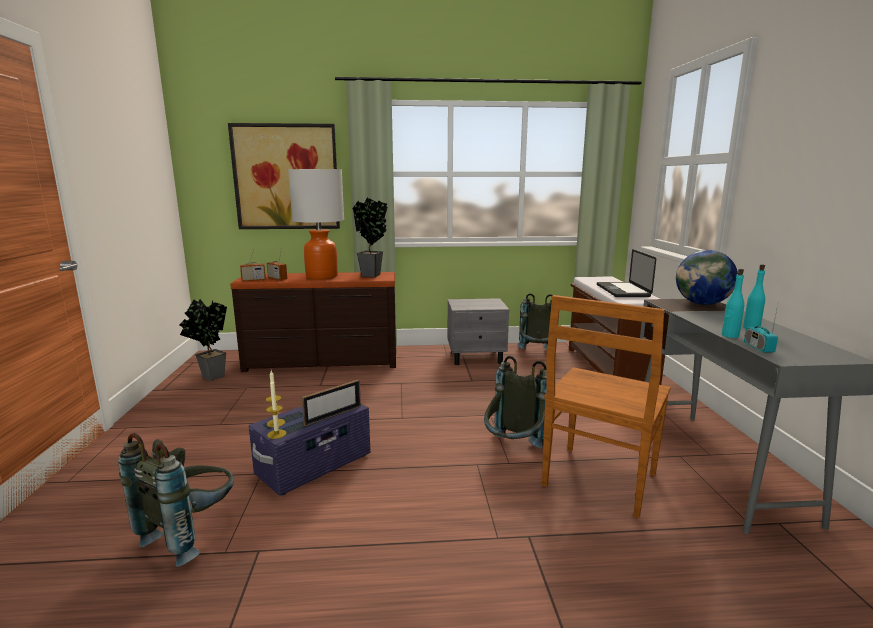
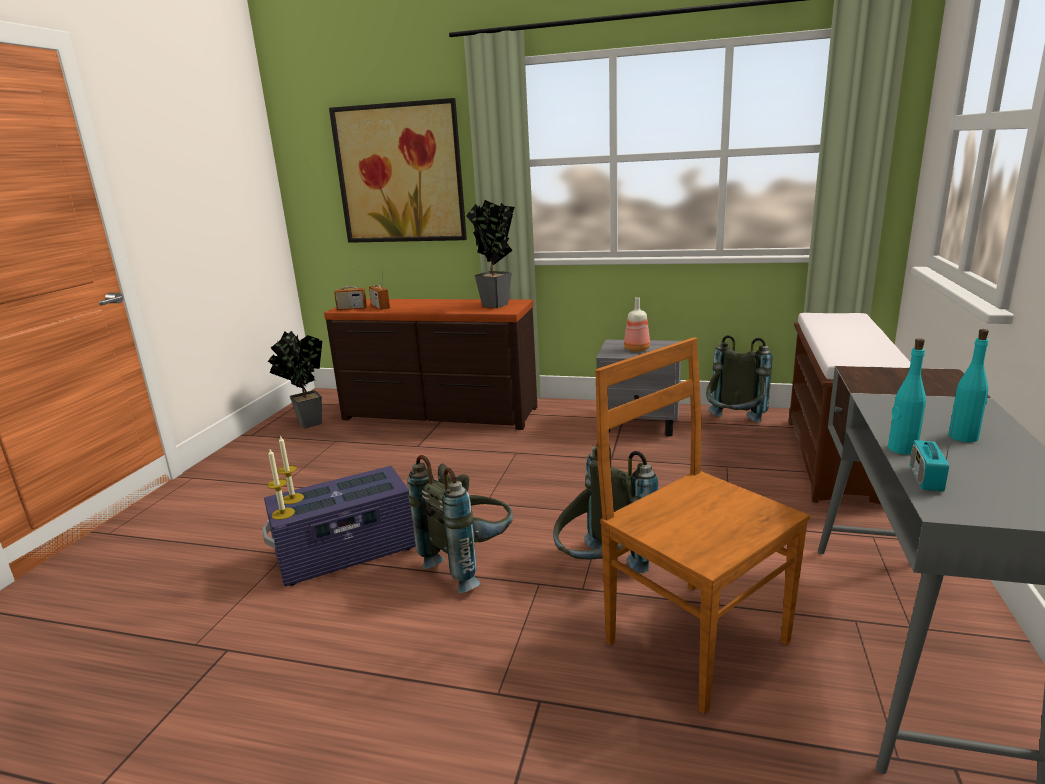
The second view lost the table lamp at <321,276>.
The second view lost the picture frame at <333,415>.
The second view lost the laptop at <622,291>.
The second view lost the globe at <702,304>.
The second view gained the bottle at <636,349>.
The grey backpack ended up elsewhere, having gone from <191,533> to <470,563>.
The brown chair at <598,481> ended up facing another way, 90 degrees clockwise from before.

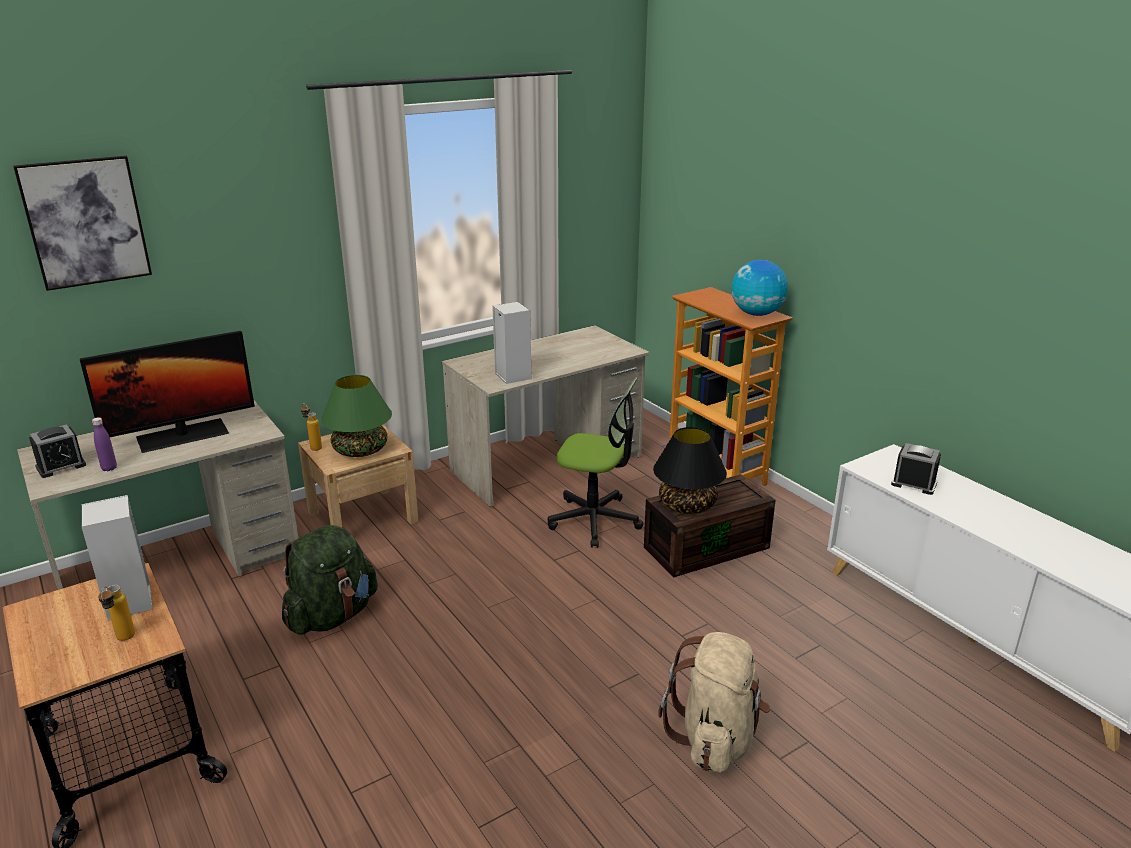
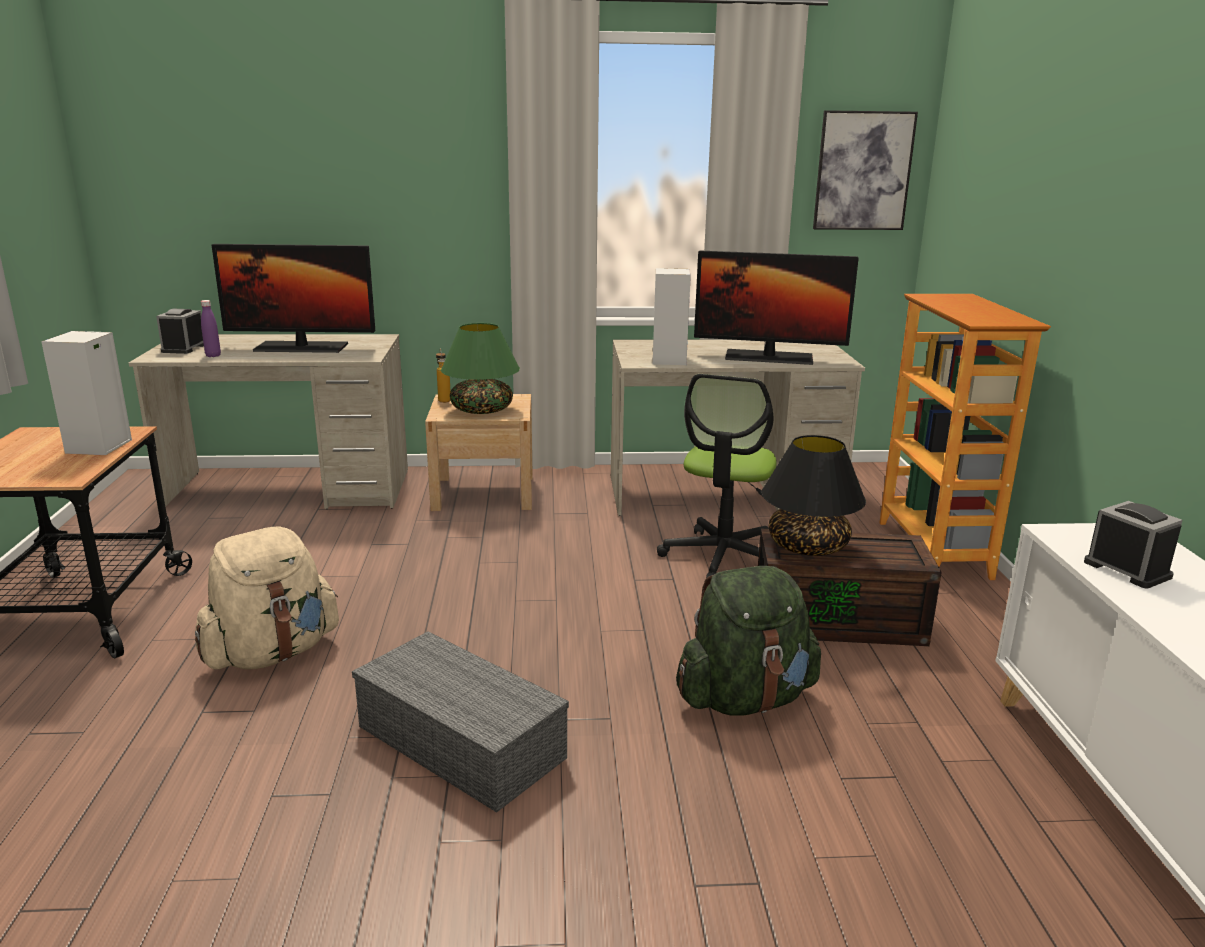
The second view lost the bottle at <123,640>.
The second view lost the globe at <756,314>.
The second view gained the grey storage box at <464,742>.
The second view gained the monitor at <769,357>.
The picture ended up elsewhere, having gone from <85,222> to <863,171>.
The green backpack ended up elsewhere, having gone from <332,616> to <745,699>.
The beige backpack ended up elsewhere, having gone from <715,738> to <272,653>.
The alarm clock at <61,466> ended up facing another way, 105 degrees clockwise from before.
The office chair at <595,520> ended up facing another way, 60 degrees clockwise from before.

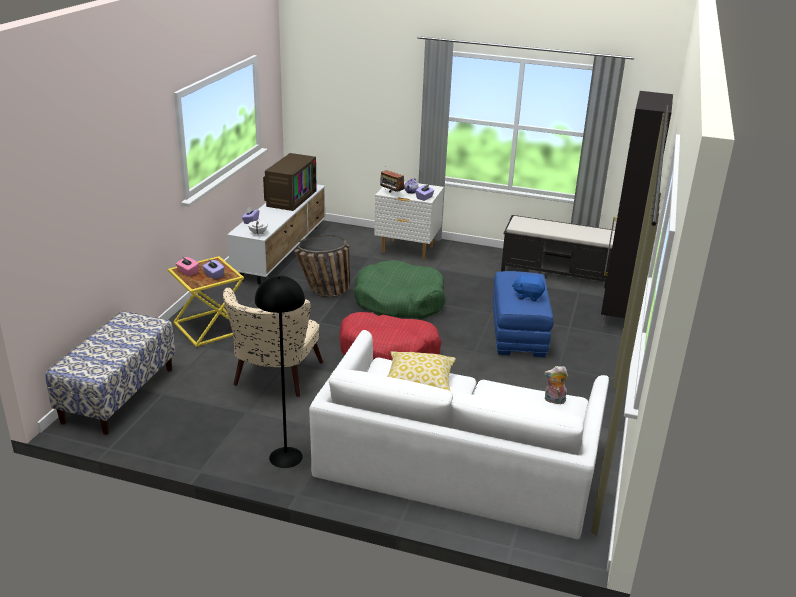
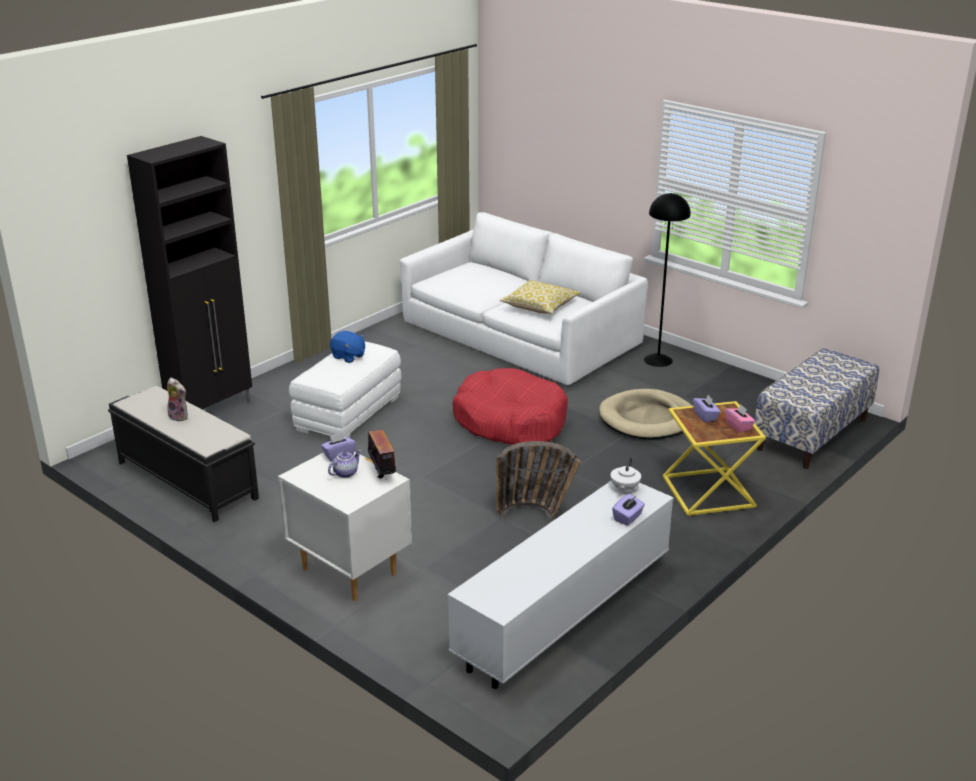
The second view lost the television at <290,198>.
The second view lost the green dog bed at <399,301>.
The plush toy ended up elsewhere, having gone from <554,401> to <180,416>.
Where the beige armchair stood at <274,379>, the beige dog bed came to stand at <647,419>.
What was the blue ottoman at <519,333> turned into the white ottoman at <348,413>.

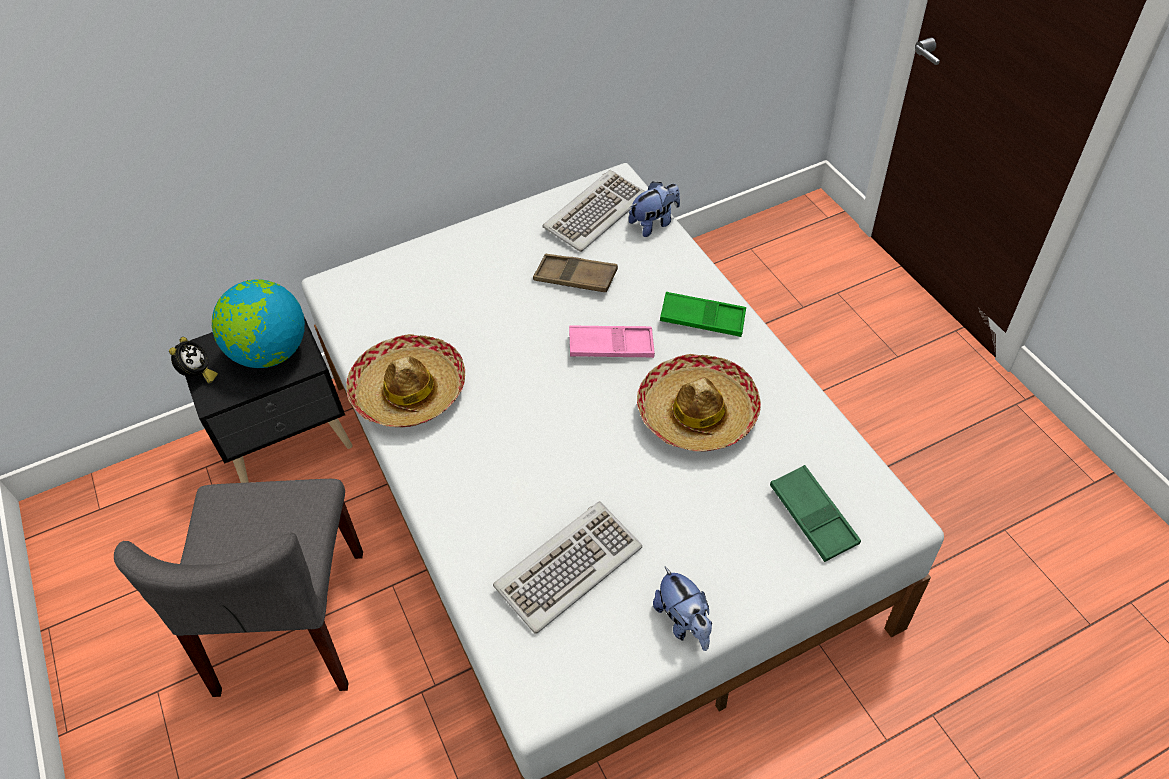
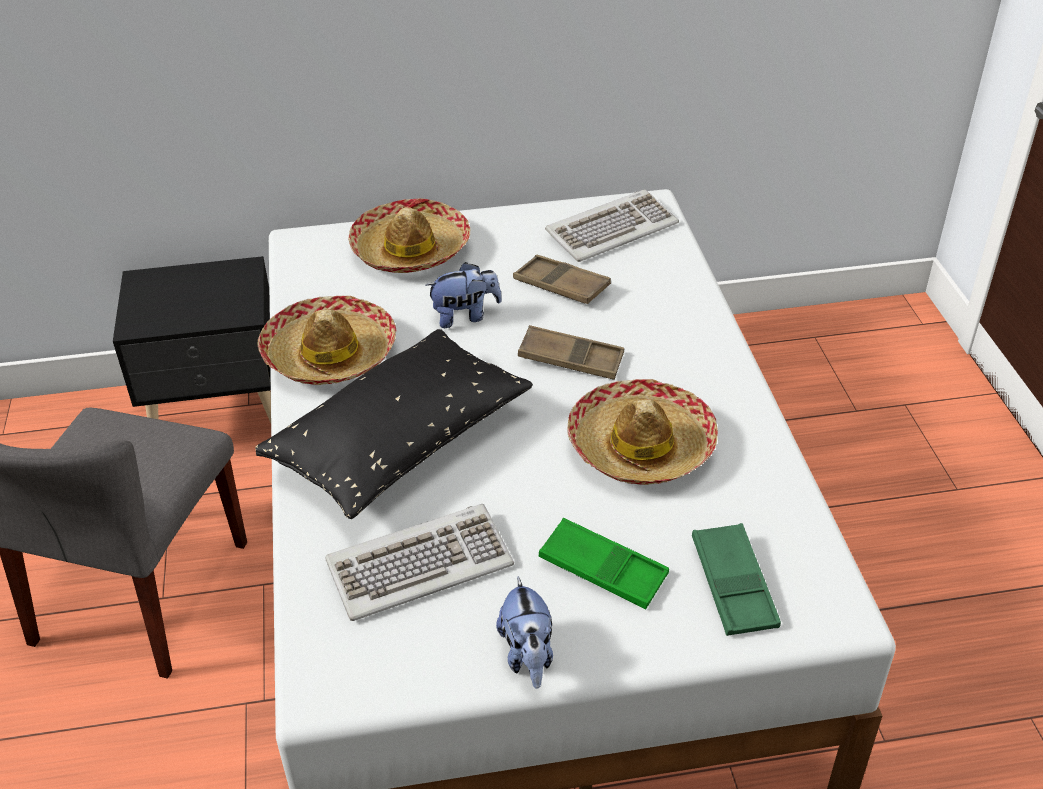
The second view lost the alarm clock at <198,375>.
The second view lost the globe at <271,353>.
The second view gained the black pillow at <400,444>.
The second view gained the hat at <410,249>.
The plush toy ended up elsewhere, having gone from <654,223> to <465,316>.
The green tray ended up elsewhere, having gone from <702,319> to <603,569>.
What was the pink tray at <611,346> turned into the brown tray at <571,359>.

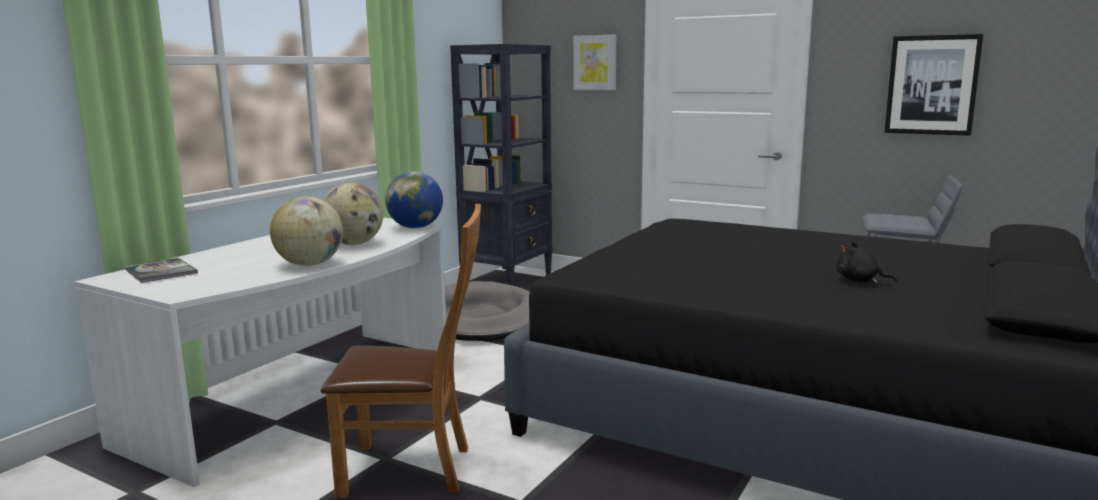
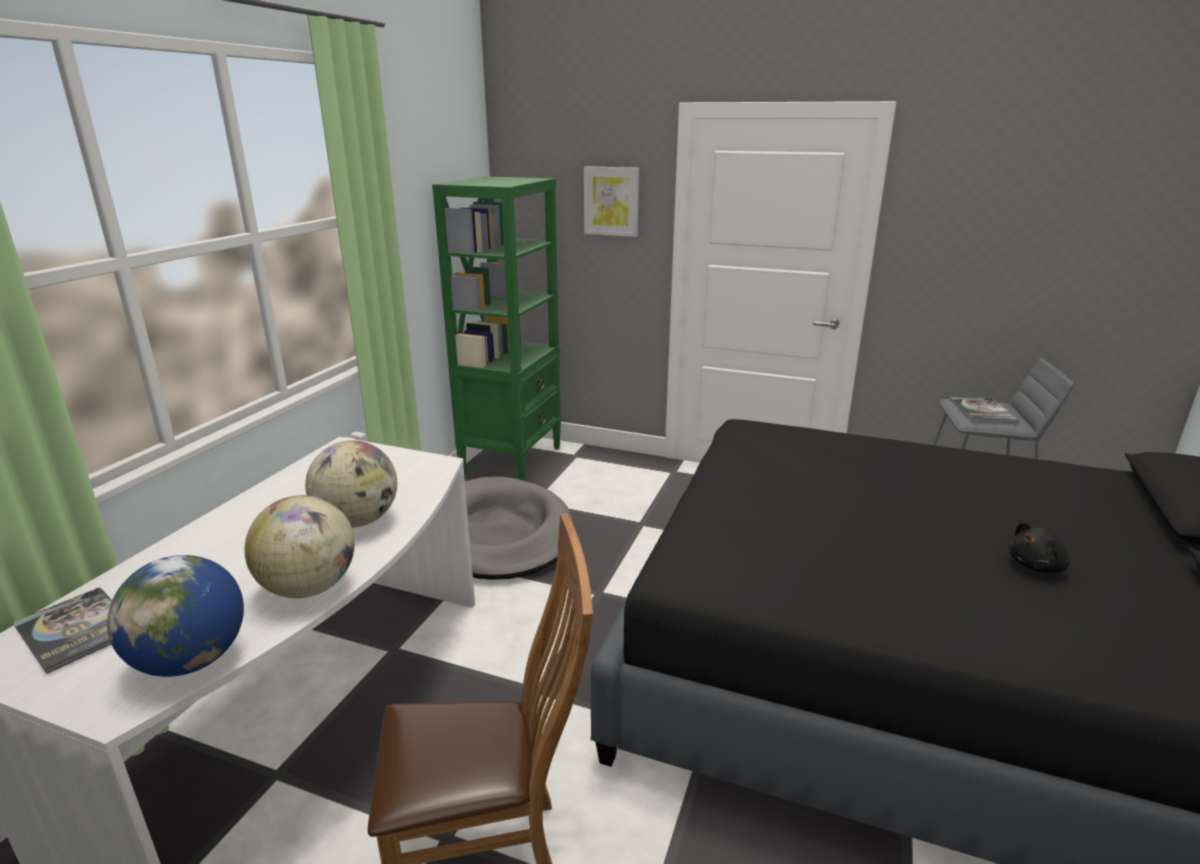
The second view lost the picture at <932,85>.
The second view gained the book at <982,411>.
The globe ended up elsewhere, having gone from <415,227> to <191,660>.
What was the black bookcase at <508,280> turned into the green bookcase at <512,459>.
The black plush toy at <860,281> ended up facing another way, 45 degrees counterclockwise from before.

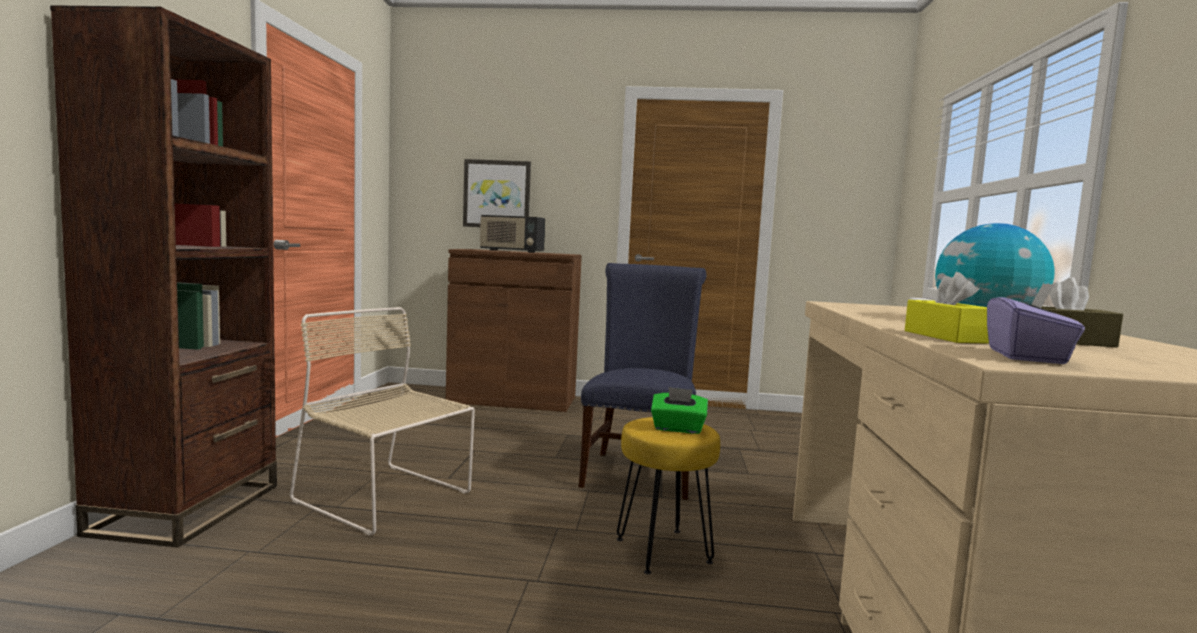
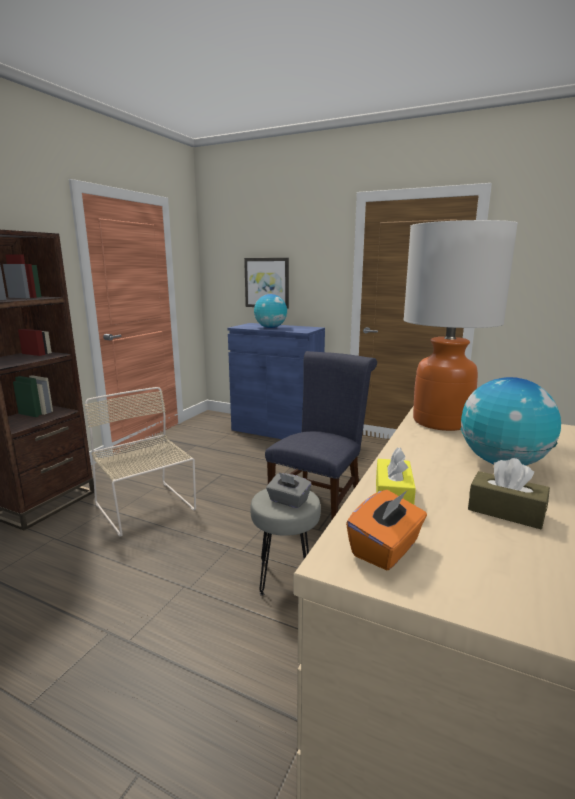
The second view gained the table lamp at <440,422>.
Where the radio stood at <511,251>, the globe came to stand at <270,327>.
What was the brown cabinet at <512,399> turned into the blue cabinet at <277,430>.
What was the yellow stool at <662,550> turned into the grey stool at <285,577>.
What was the green tissue box at <678,428> turned into the grey tissue box at <288,501>.
What was the purple tissue box at <1027,357> turned into the orange tissue box at <386,549>.

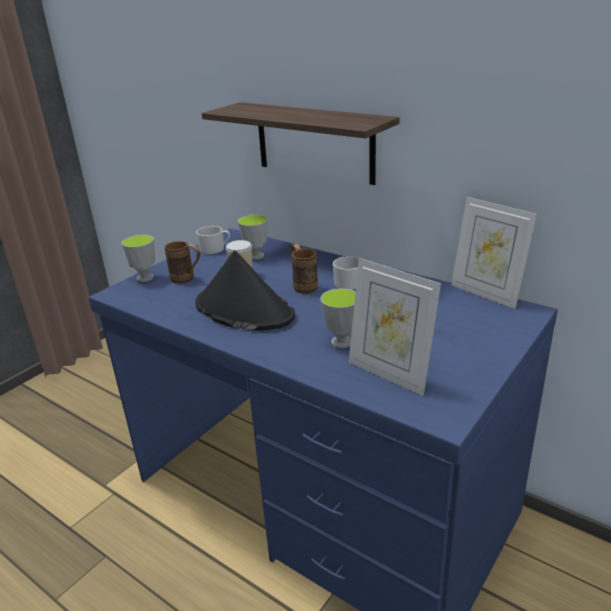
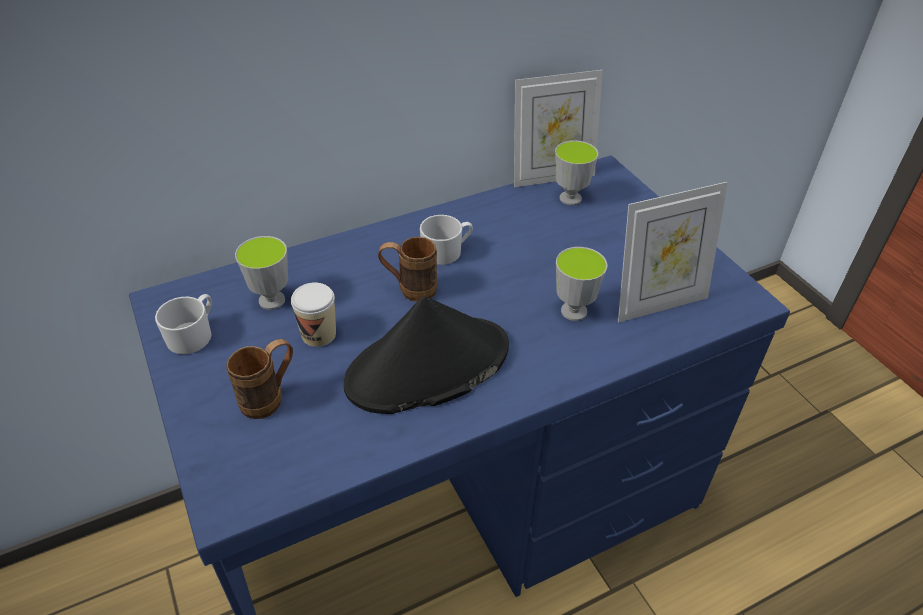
The second view lost the shelf at <314,142>.
The cup ended up elsewhere, having gone from <145,278> to <570,198>.

